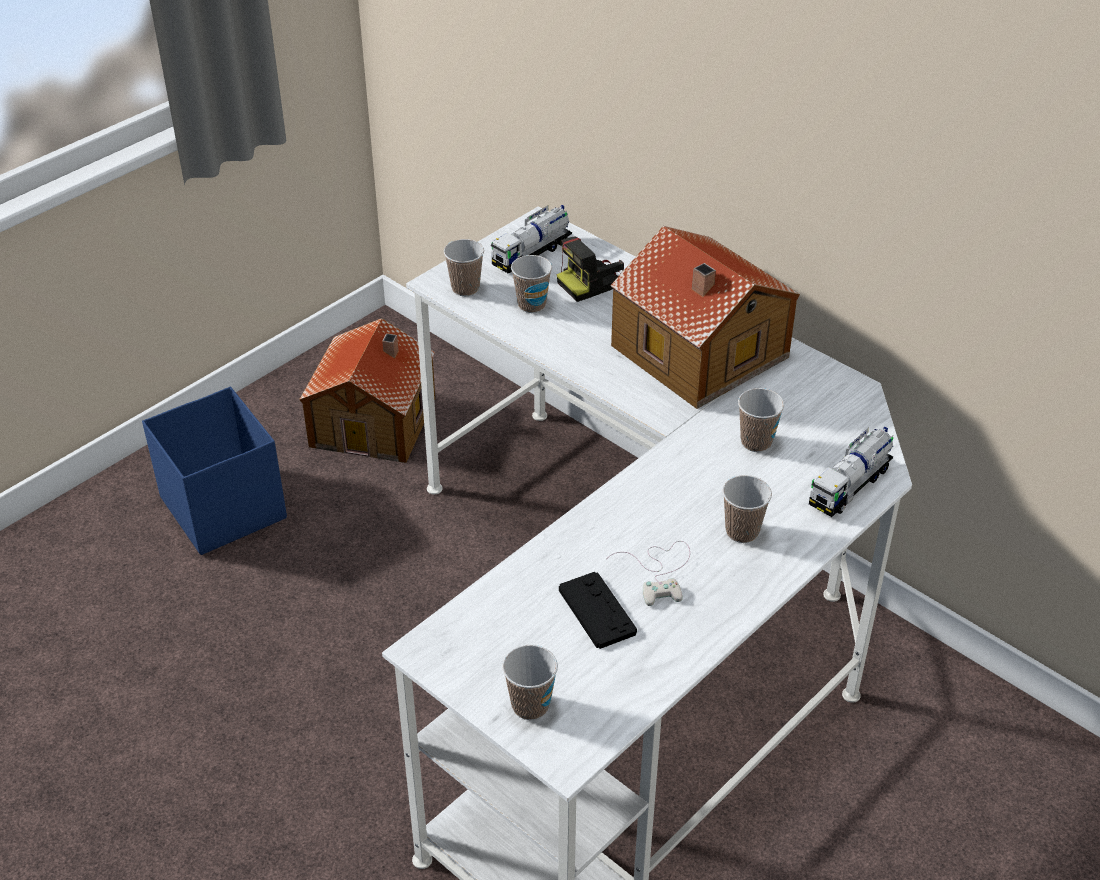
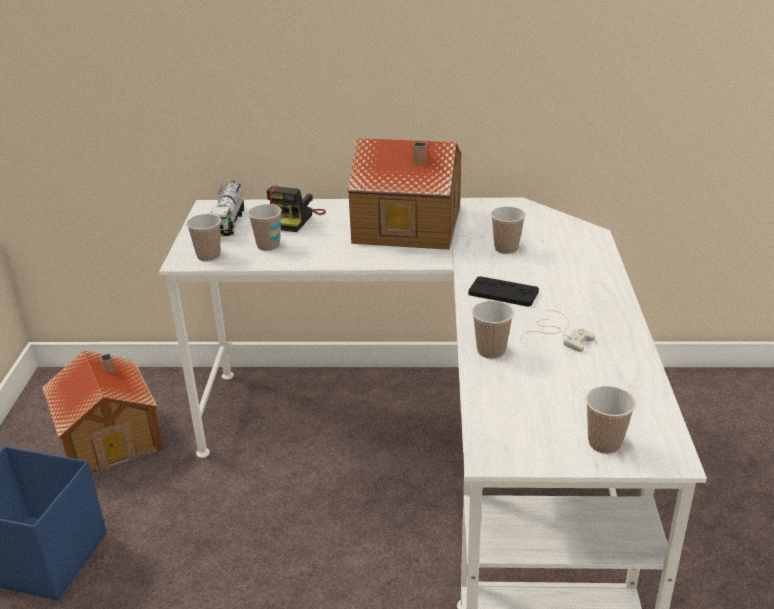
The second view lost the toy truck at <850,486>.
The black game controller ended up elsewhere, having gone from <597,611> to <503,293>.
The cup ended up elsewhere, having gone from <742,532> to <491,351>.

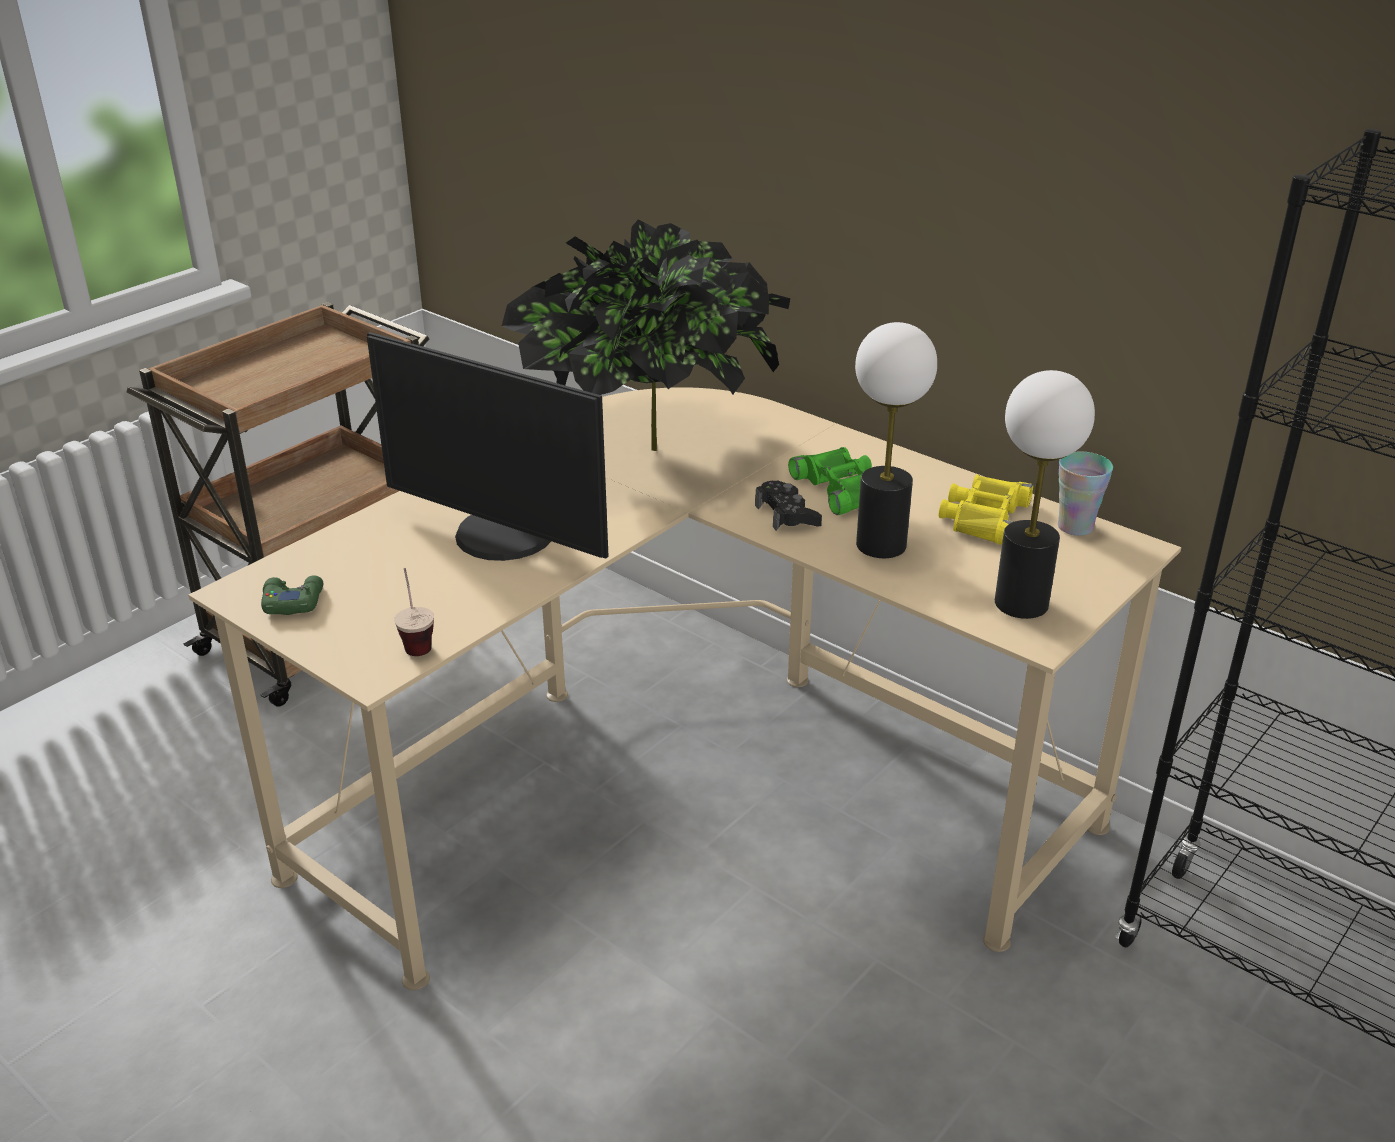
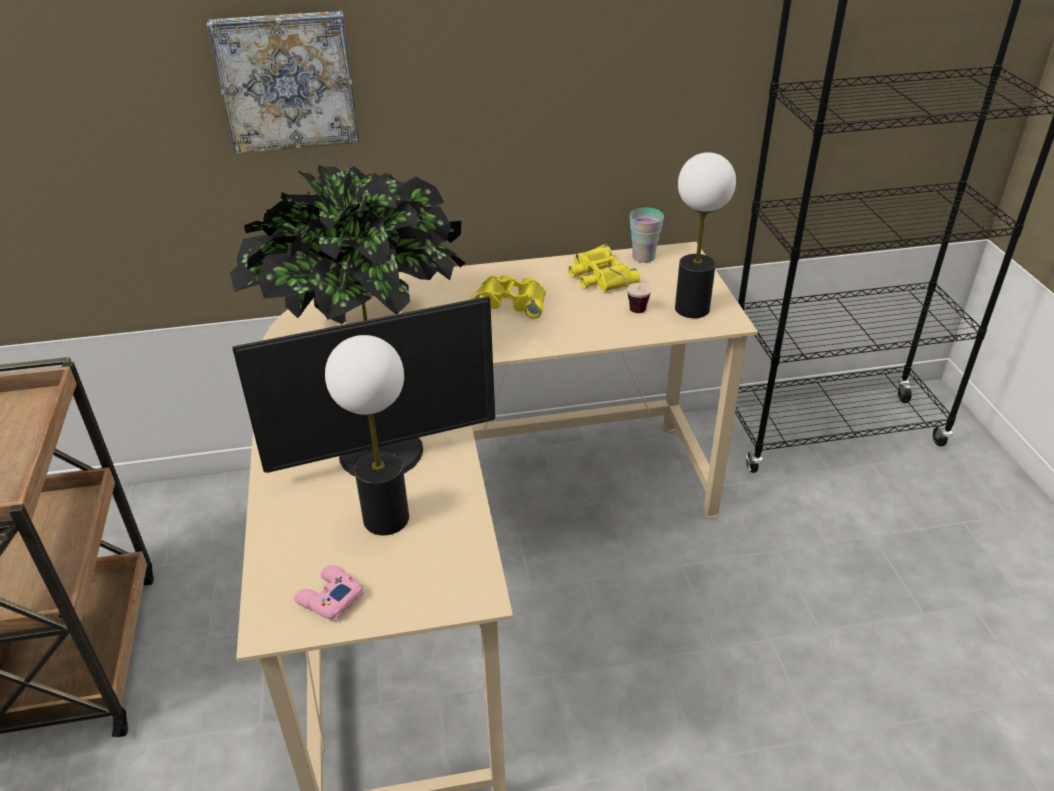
The second view lost the black game controller at <787,515>.
The second view gained the picture at <287,81>.
The cup ended up elsewhere, having gone from <416,640> to <628,307>.
The table lamp ended up elsewhere, having gone from <880,545> to <385,519>.
What was the green game controller at <292,601> turned into the pink game controller at <329,598>.
What was the green binoculars at <843,488> turned into the yellow binoculars at <510,302>.

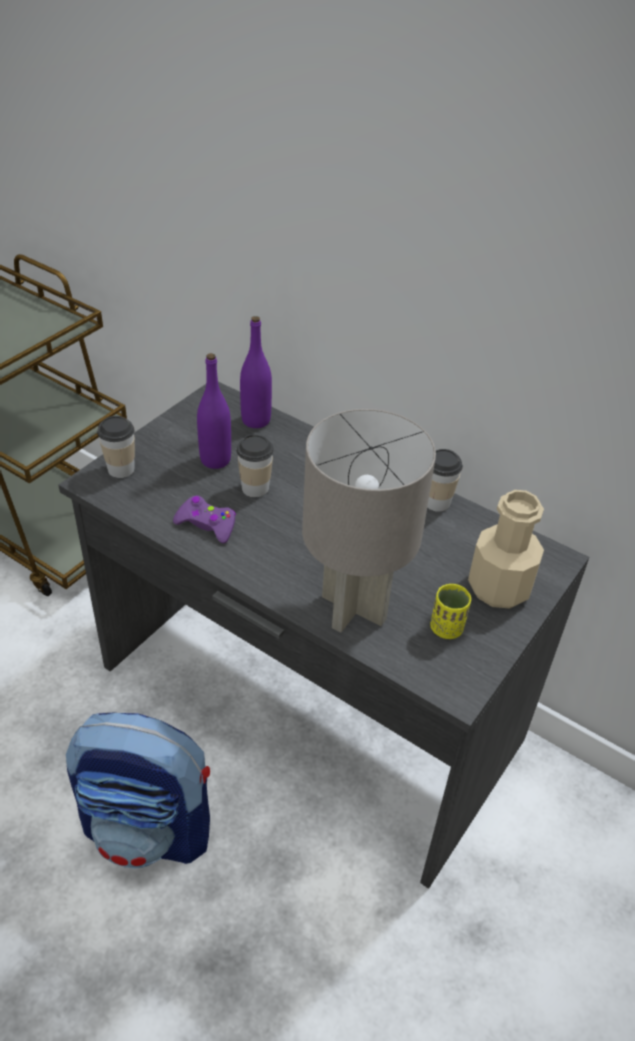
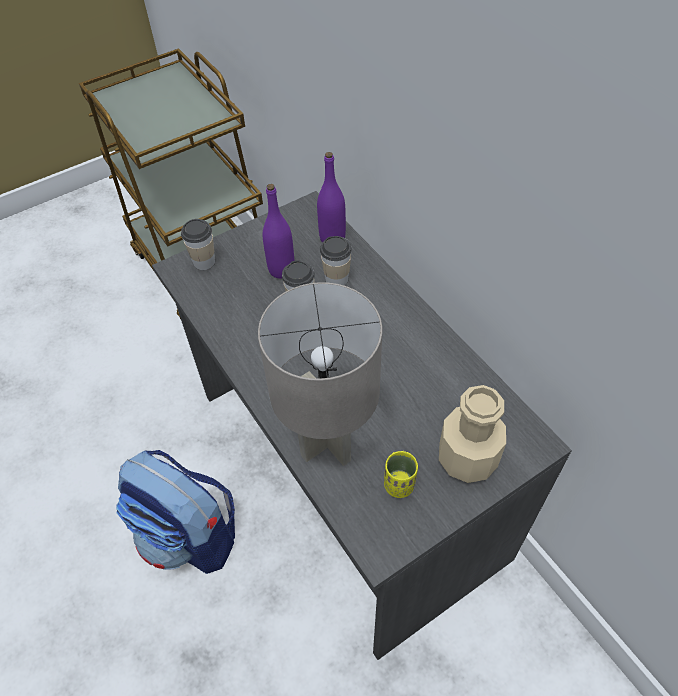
The second view lost the purple game controller at <207,524>.
The cup ended up elsewhere, having gone from <437,502> to <336,279>.

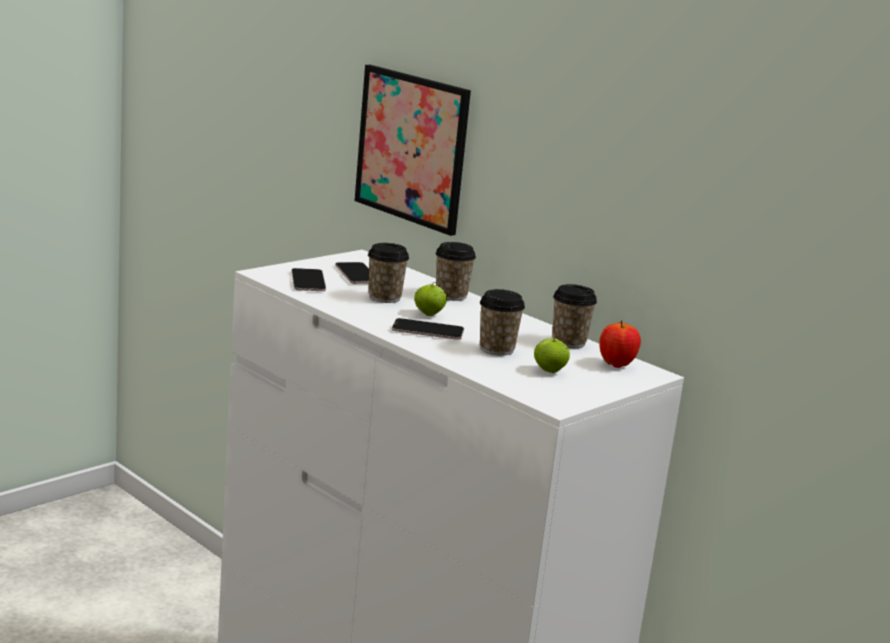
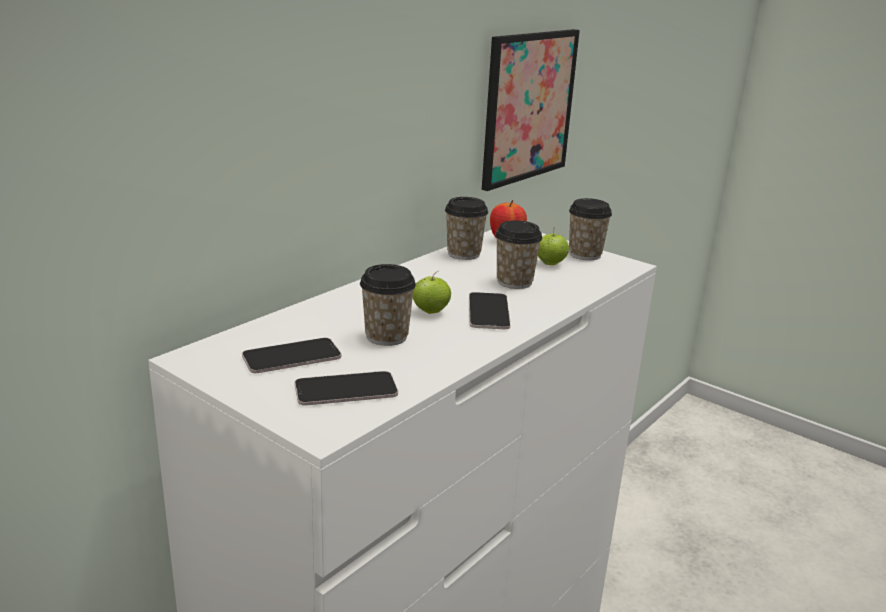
The picture ended up elsewhere, having gone from <412,148> to <528,107>.
The cup ended up elsewhere, having gone from <451,296> to <585,254>.

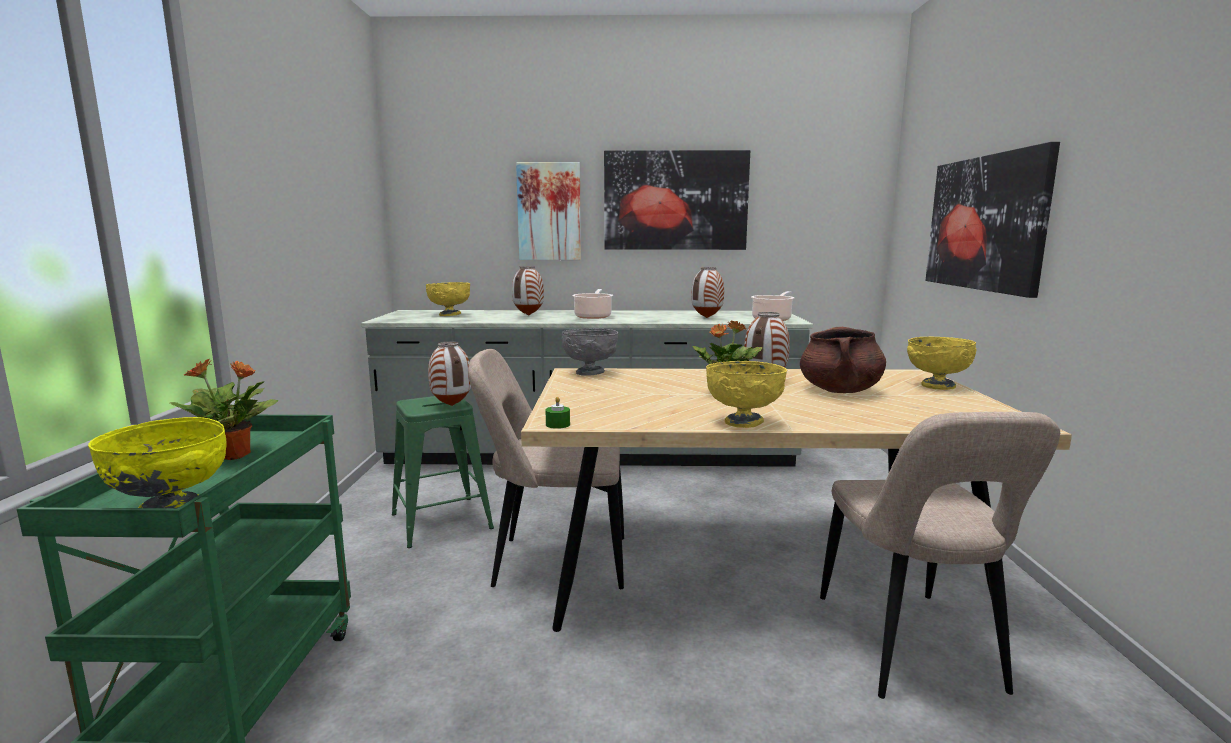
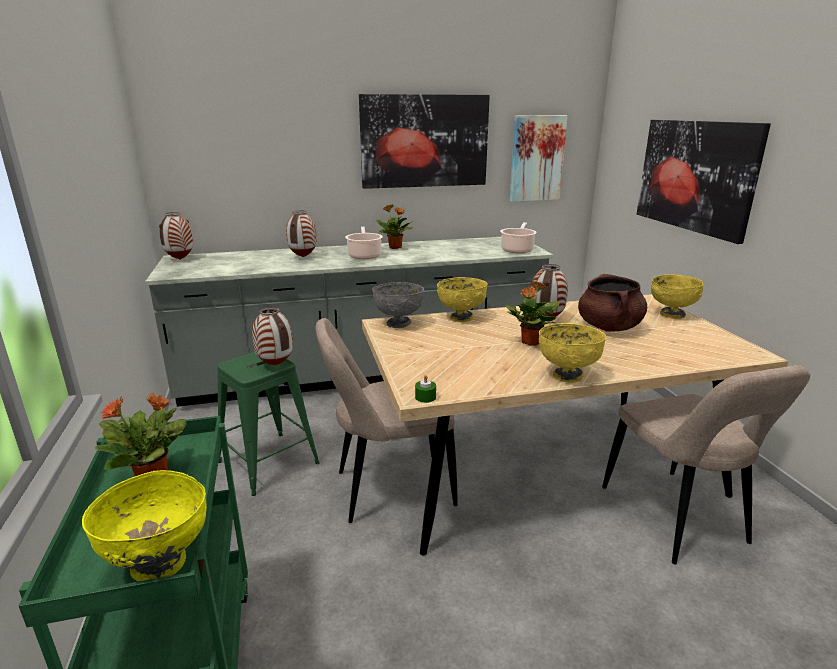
The second view gained the potted plant at <395,247>.
The yellow bowl ended up elsewhere, having gone from <449,315> to <461,317>.
The picture ended up elsewhere, having gone from <549,212> to <536,158>.
The vase ended up elsewhere, having gone from <706,318> to <180,259>.

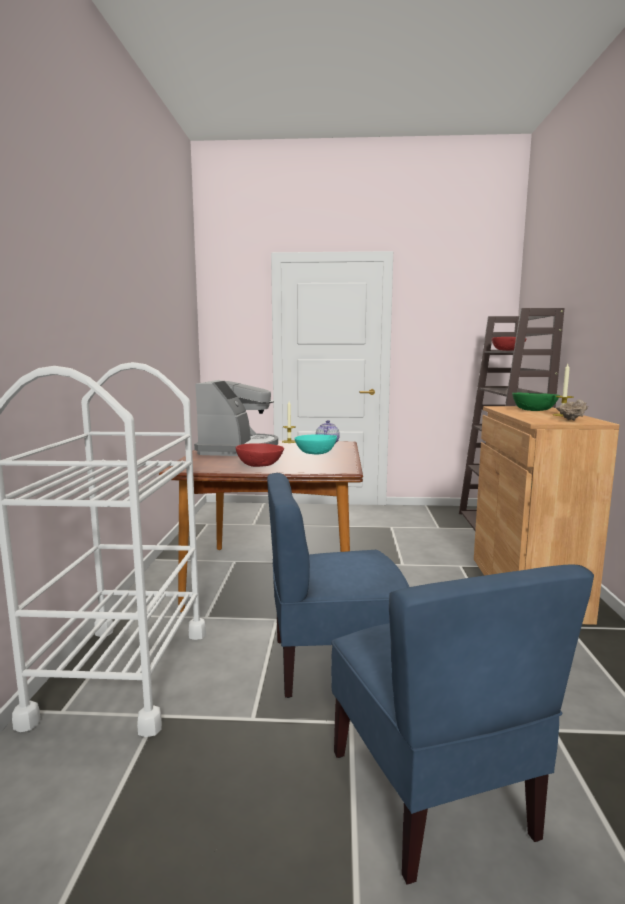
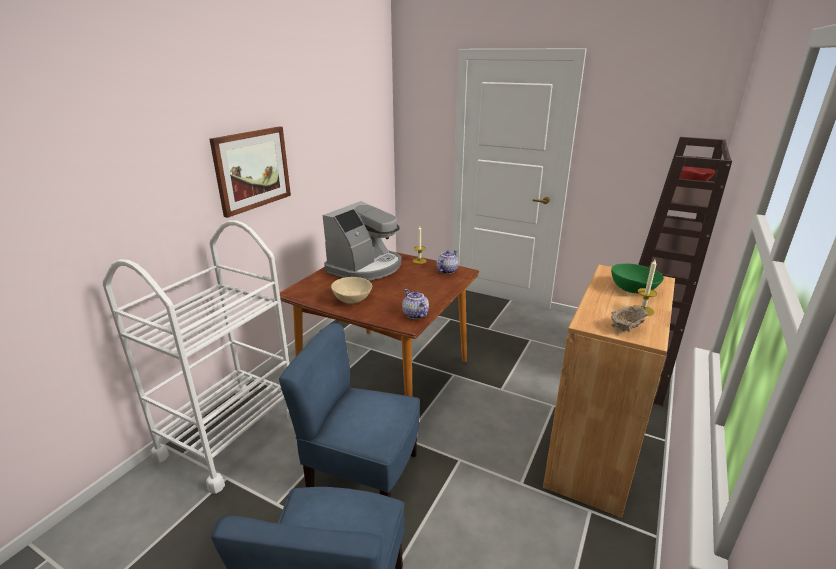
The second view lost the turquoise bowl at <315,453>.
The second view gained the picture at <252,169>.
The second view gained the teapot at <414,315>.
What was the red bowl at <260,465> turned into the beige bowl at <352,299>.

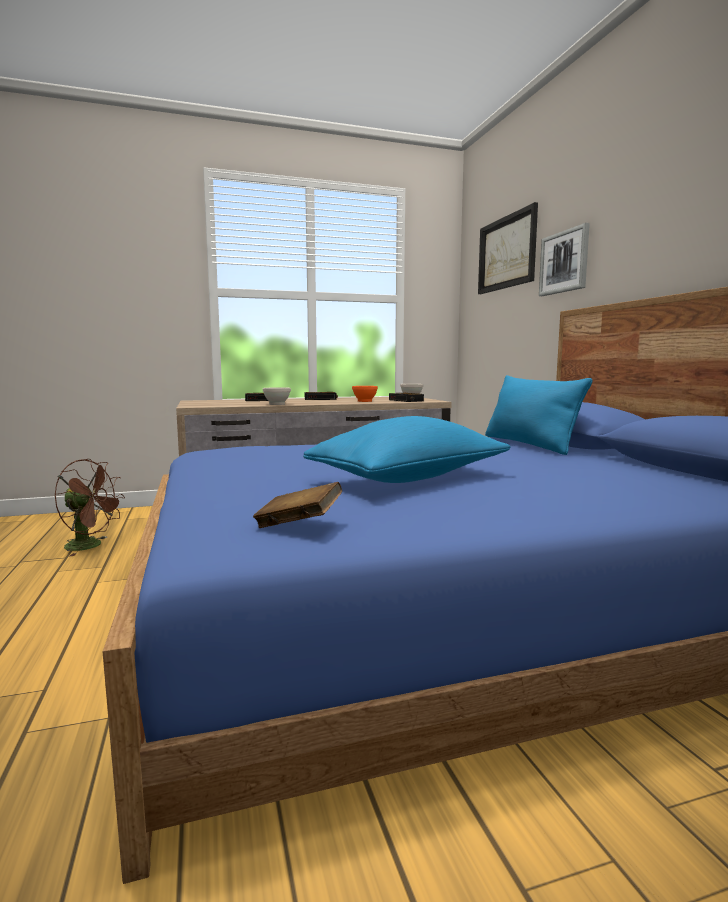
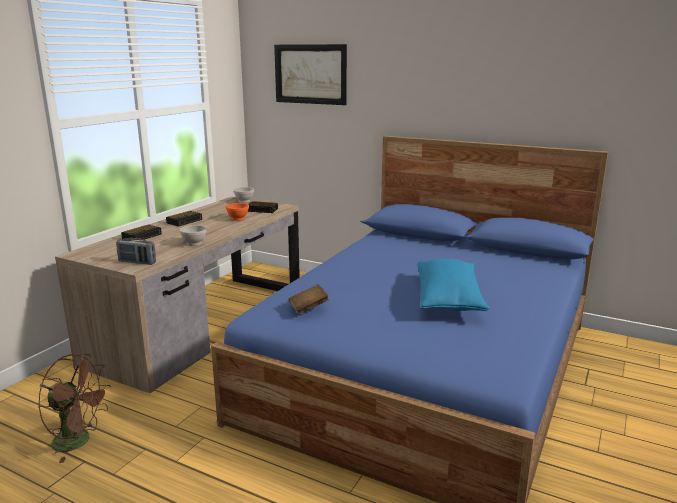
The second view lost the blue pillow at <528,444>.
The second view lost the picture at <564,262>.
The second view gained the radio at <137,262>.
The brown book ended up elsewhere, having gone from <299,525> to <308,307>.
The brown fan at <91,546> ended up facing another way, 45 degrees clockwise from before.

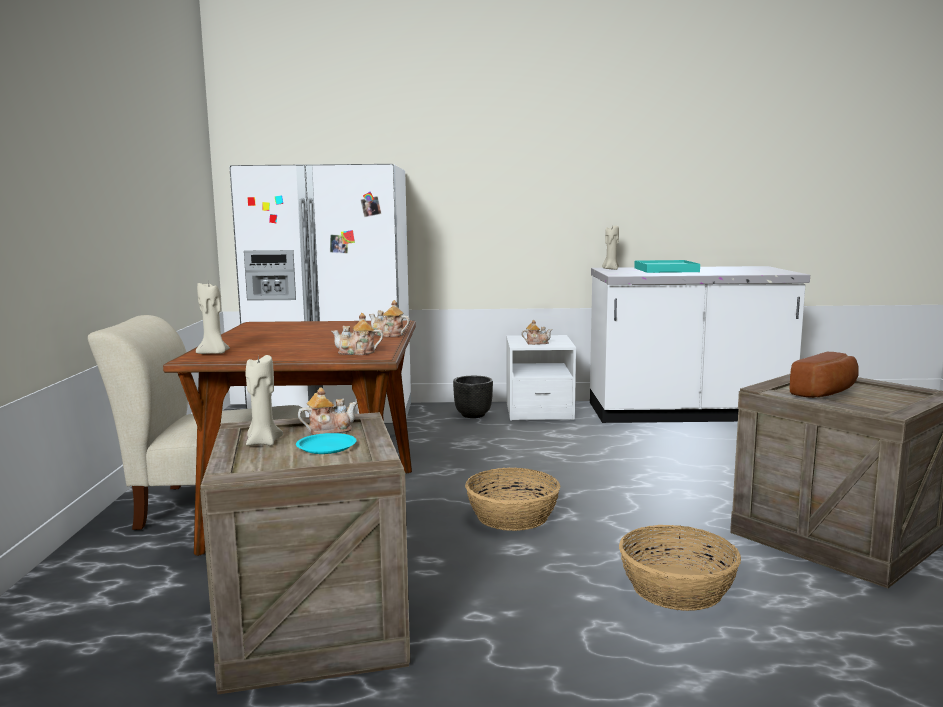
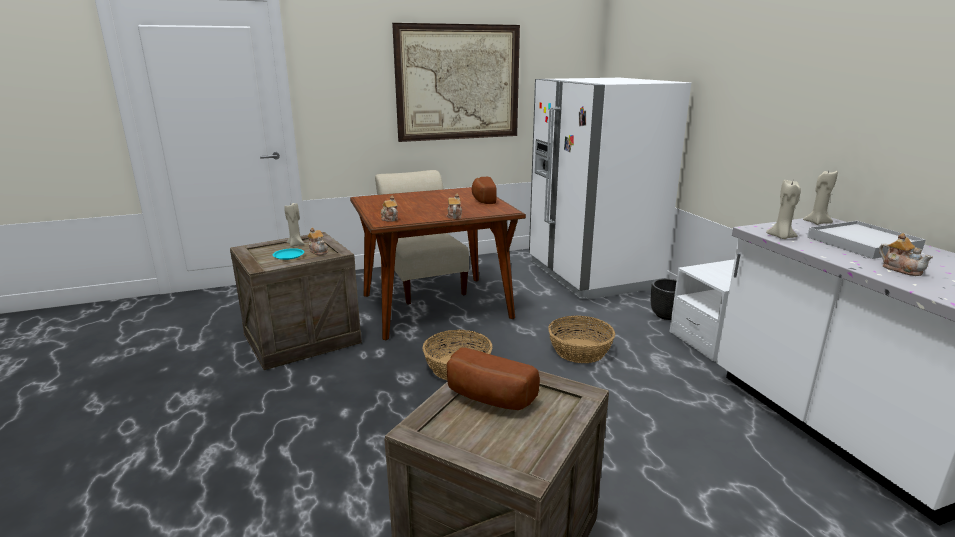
The second view gained the picture at <458,83>.
The second view gained the bread at <482,199>.
The beige candle ended up elsewhere, having gone from <214,353> to <781,237>.
The teapot ended up elsewhere, having gone from <536,343> to <901,269>.
The basket ended up elsewhere, having gone from <677,588> to <580,351>.
What was the turquoise tray at <665,270> turned into the white tray at <862,243>.

